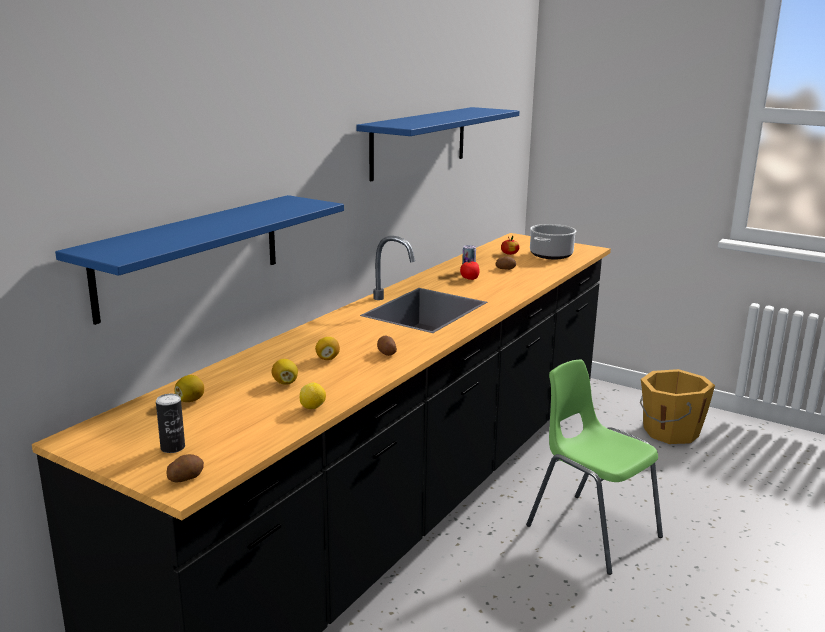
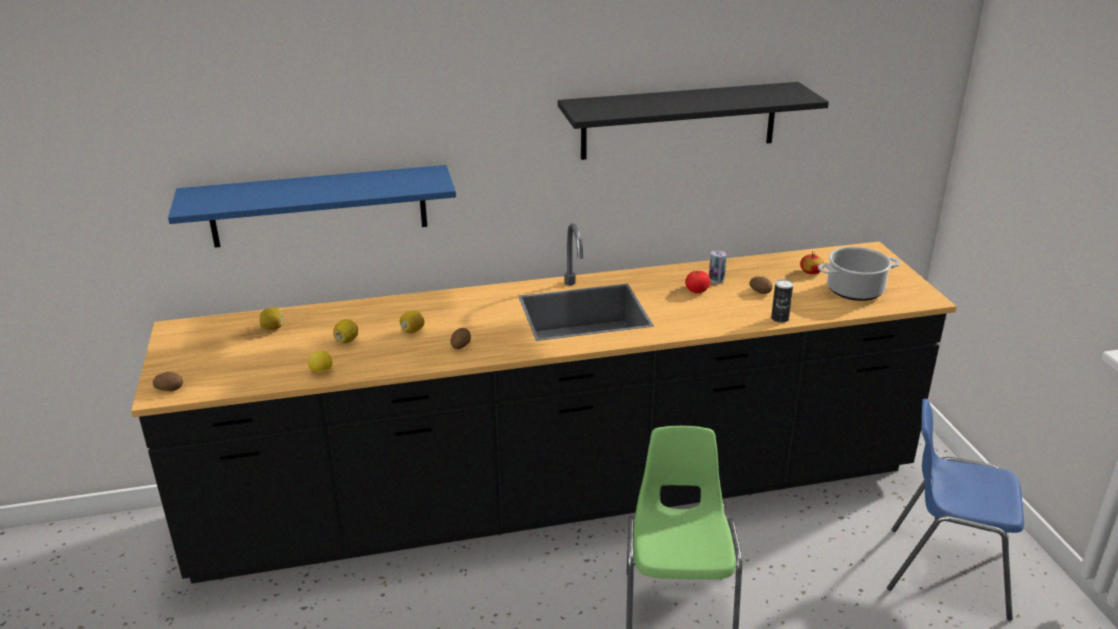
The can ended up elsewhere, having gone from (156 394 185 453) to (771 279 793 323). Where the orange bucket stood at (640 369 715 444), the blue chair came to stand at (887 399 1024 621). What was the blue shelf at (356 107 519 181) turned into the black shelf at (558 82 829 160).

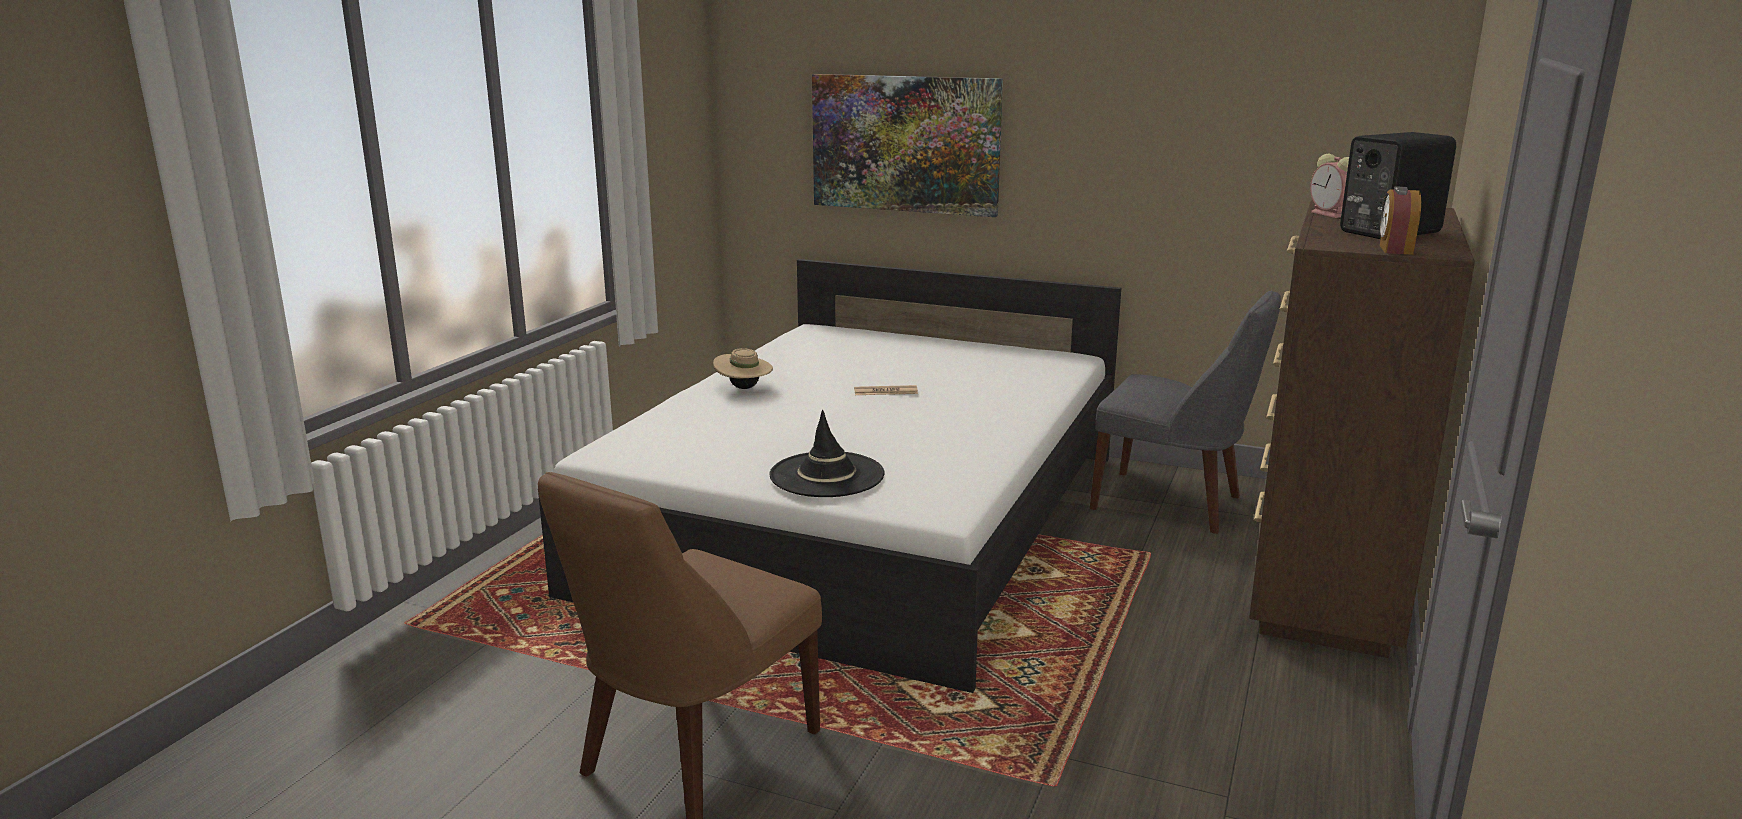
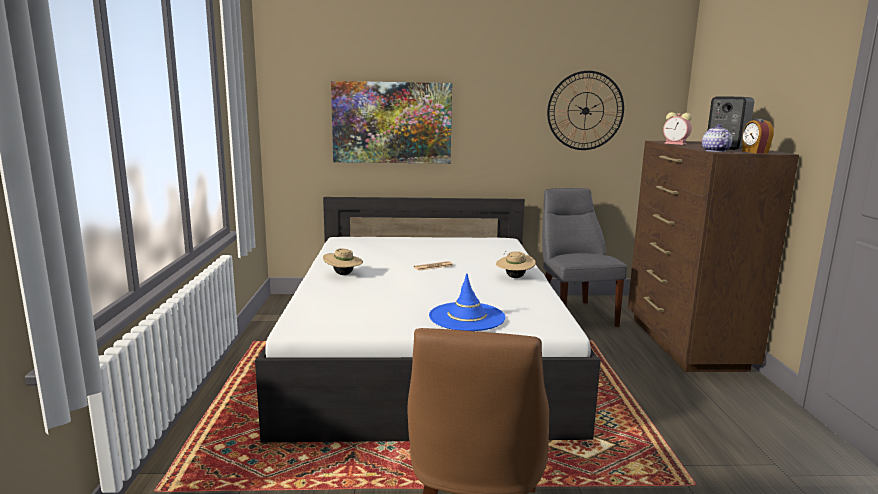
The second view gained the beige hat at (496 251 536 278). The second view gained the wall clock at (547 71 624 150). The second view gained the teapot at (702 124 732 152). What was the black hat at (769 410 885 497) turned into the blue hat at (429 273 506 331). The grey chair at (1090 291 1281 534) ended up facing another way, 105 degrees counterclockwise from before.

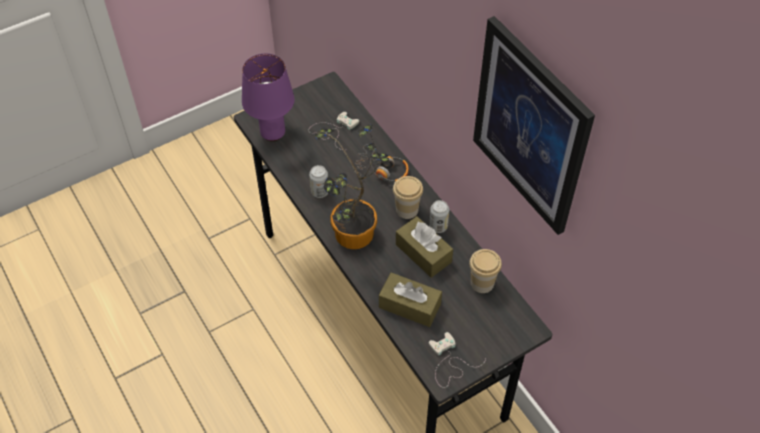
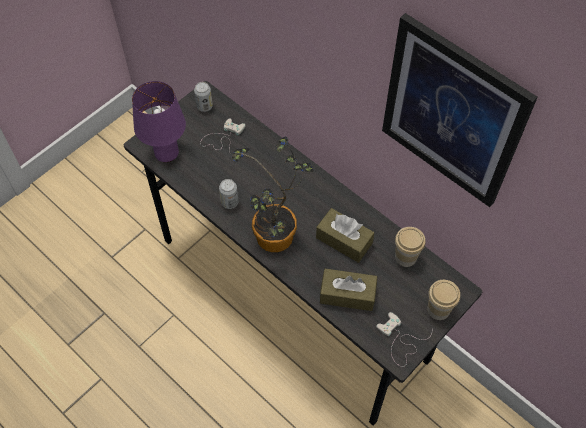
The second view lost the headphones at (355 144 409 183). The cup ended up elsewhere, having gone from (393 176 423 219) to (427 280 460 320). The can ended up elsewhere, having gone from (429 200 449 233) to (194 82 213 112).

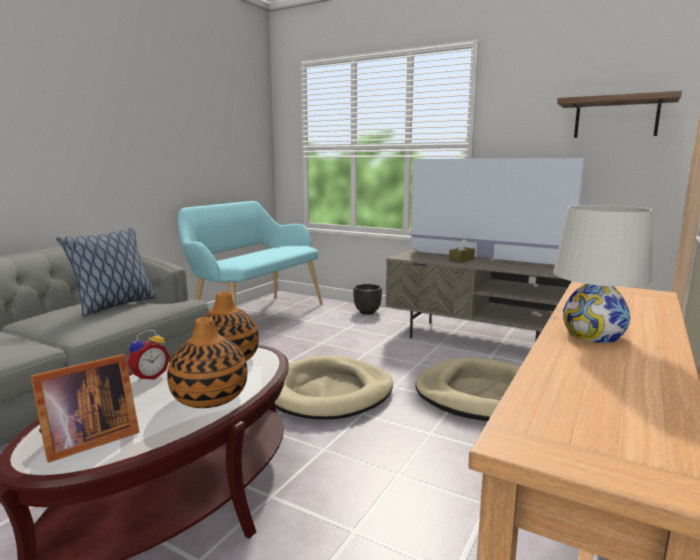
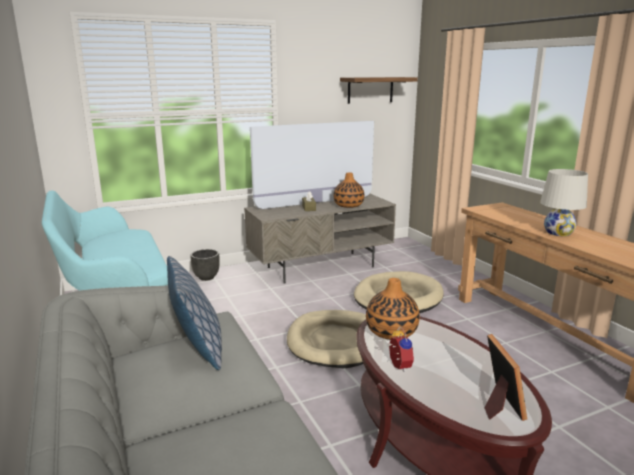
The vase ended up elsewhere, having gone from (167 317 247 408) to (334 172 364 208).

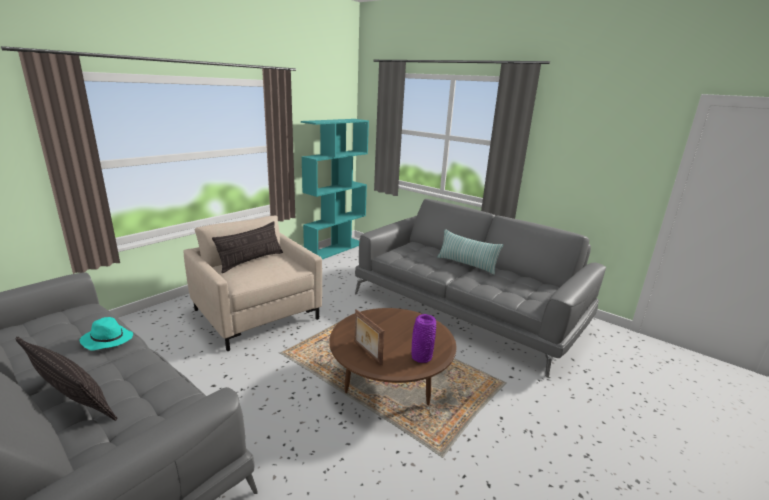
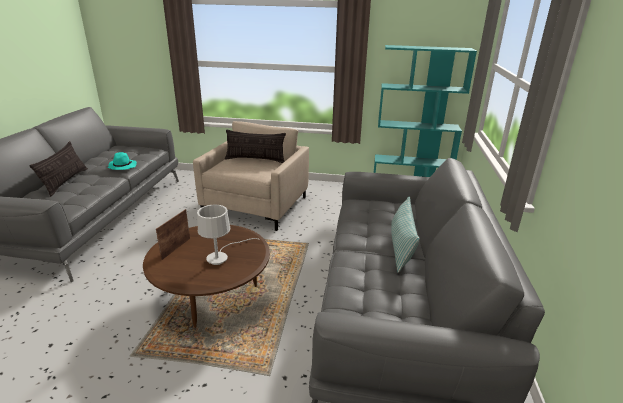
The second view lost the purple vase at (411 314 436 363). The second view gained the white table lamp at (197 205 259 265).

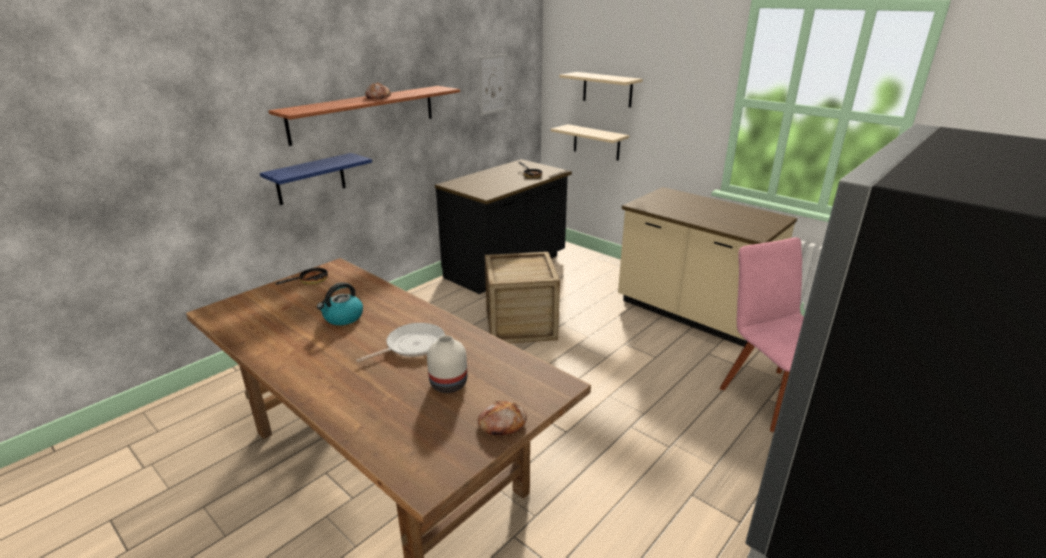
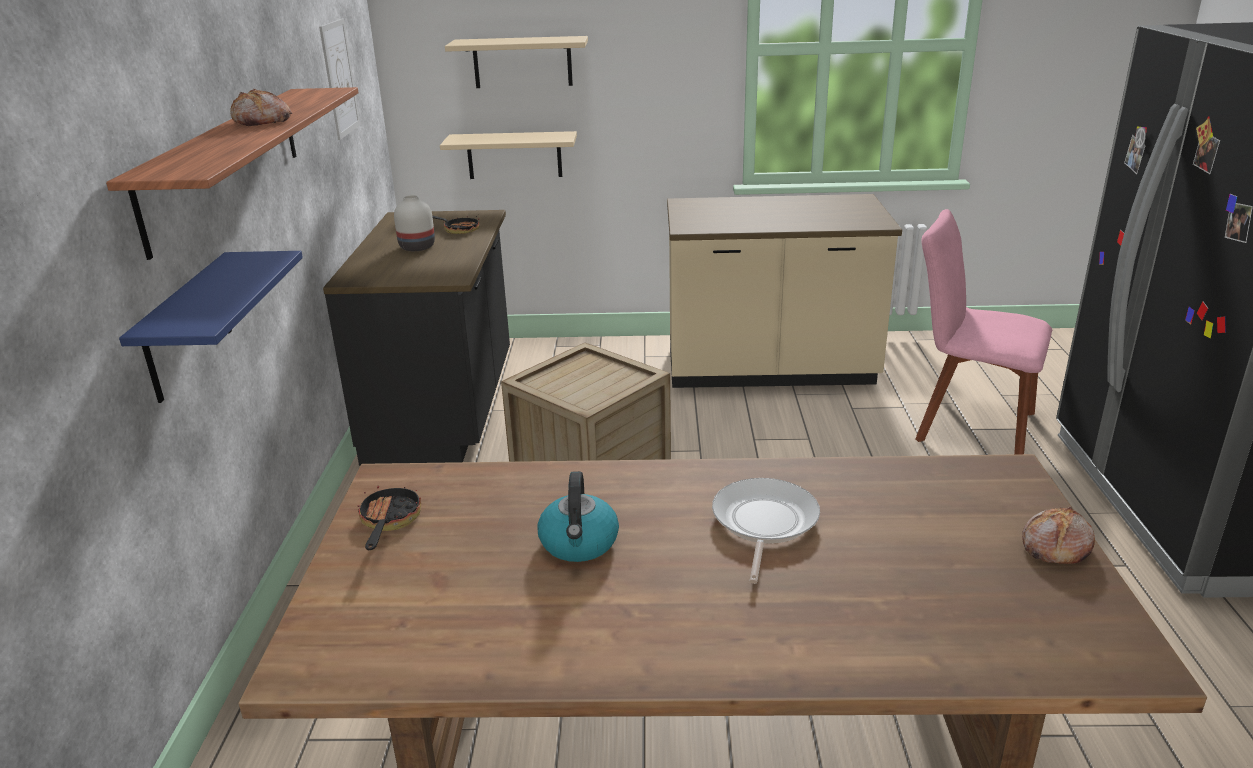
The white vase ended up elsewhere, having gone from (427 335 467 393) to (394 195 435 251).

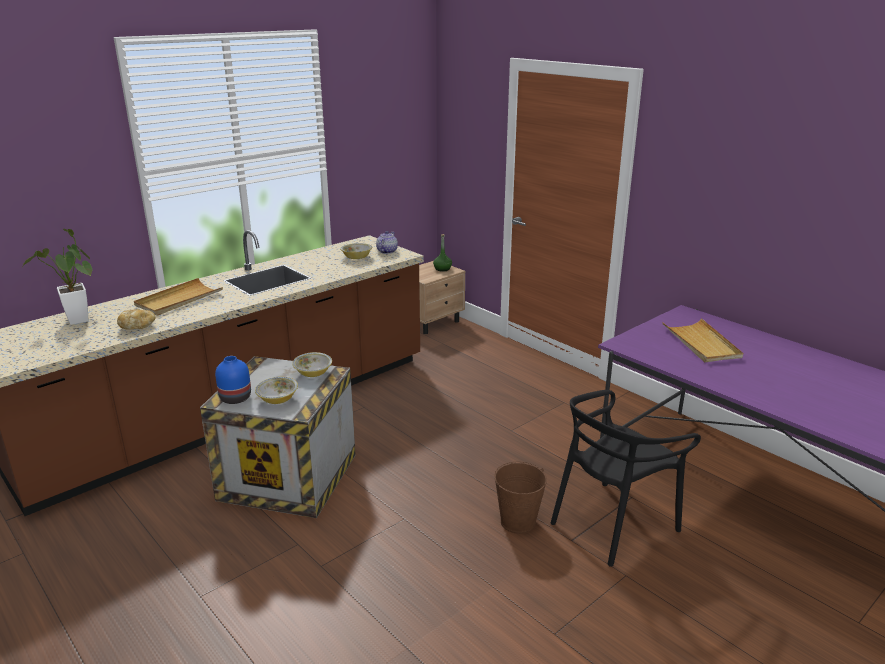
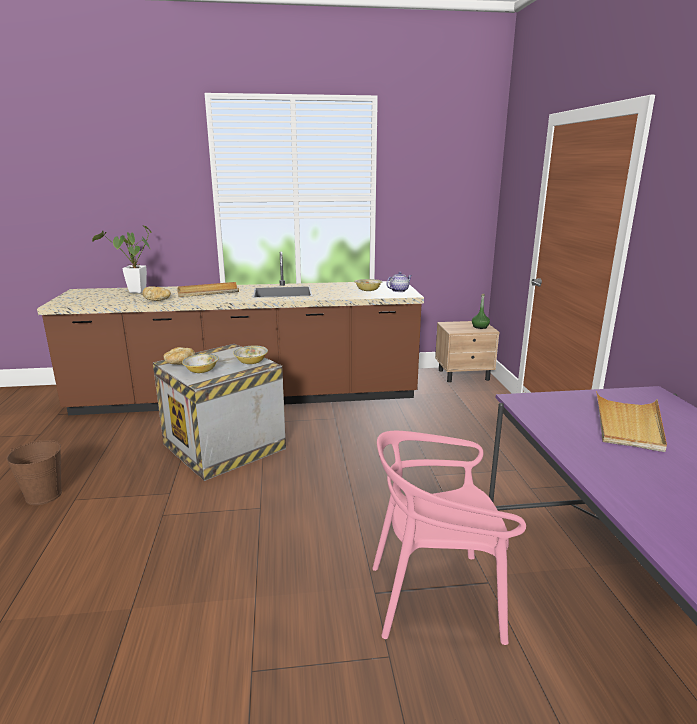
The brown bucket ended up elsewhere, having gone from (494 462 547 534) to (6 440 62 505). Where the blue vase stood at (215 356 251 404), the bread came to stand at (163 347 195 365). What was the black chair at (551 390 701 567) turned into the pink chair at (372 431 526 645).

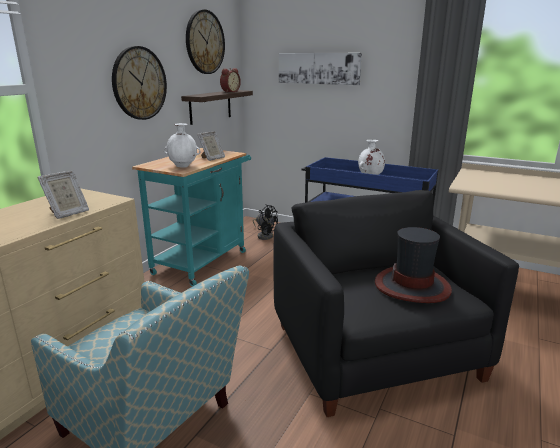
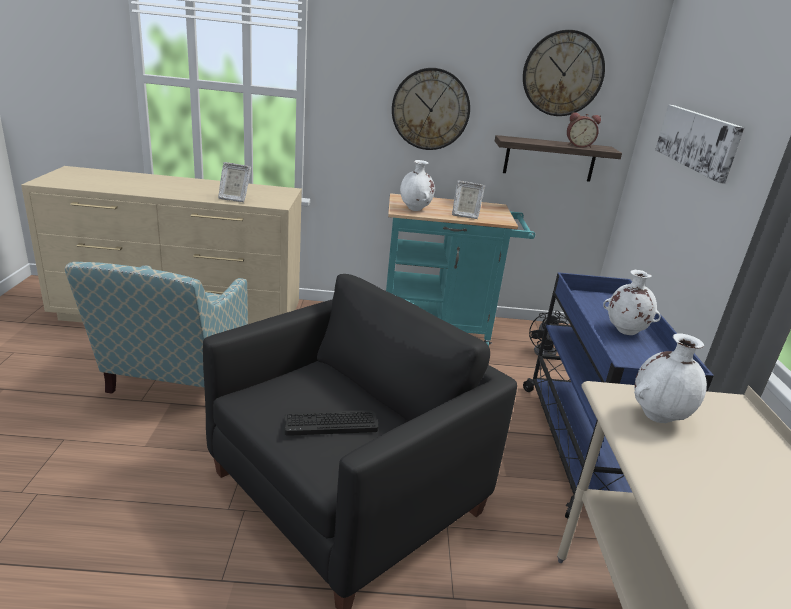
The second view gained the white vase at (634 333 707 423). Where the hat stood at (375 227 452 303), the keyboard came to stand at (285 410 378 436).

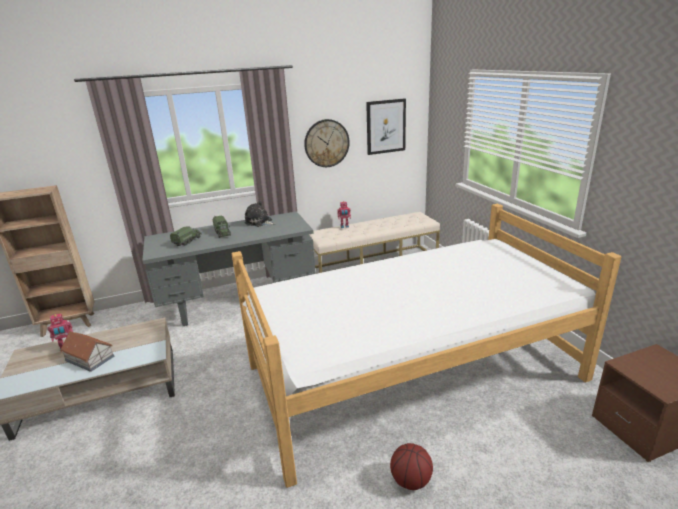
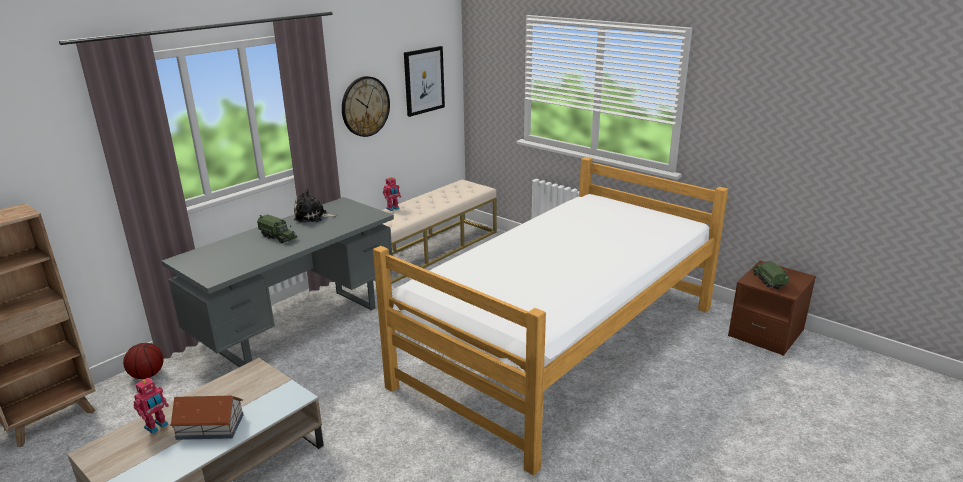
The toy truck ended up elsewhere, having gone from (170 226 202 247) to (752 261 789 289). The basketball ended up elsewhere, having gone from (390 443 433 490) to (123 343 164 379).

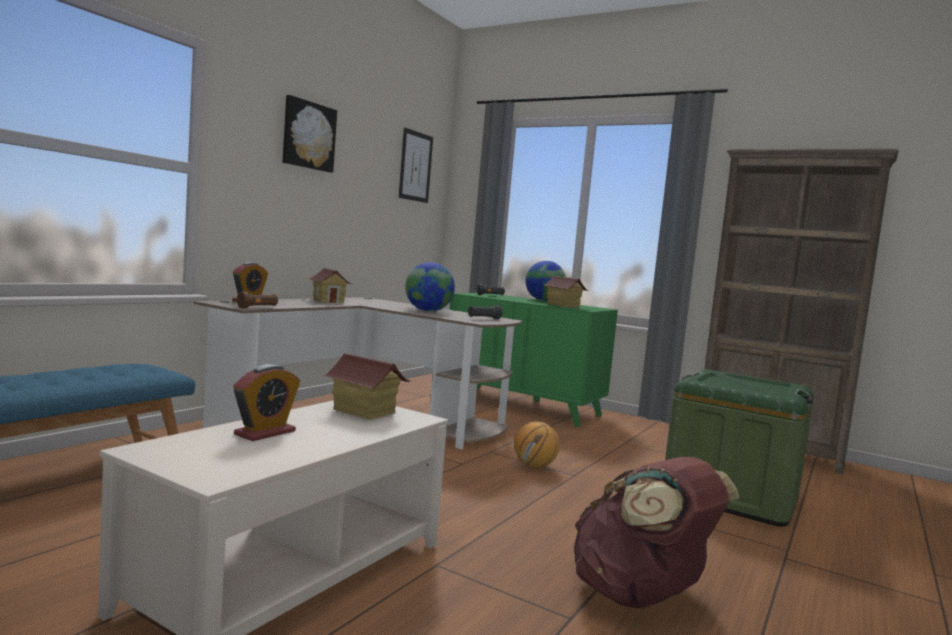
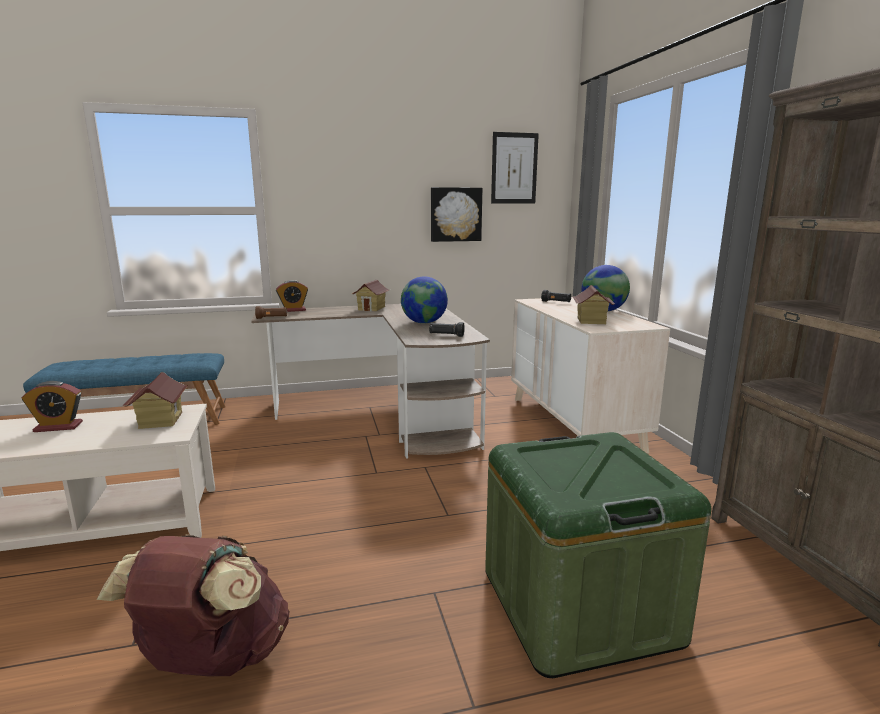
The second view lost the basketball at (514 422 560 468). The picture ended up elsewhere, having gone from (282 95 337 173) to (431 187 482 242). What was the green dresser at (449 293 618 427) turned into the beige dresser at (511 297 670 454).

